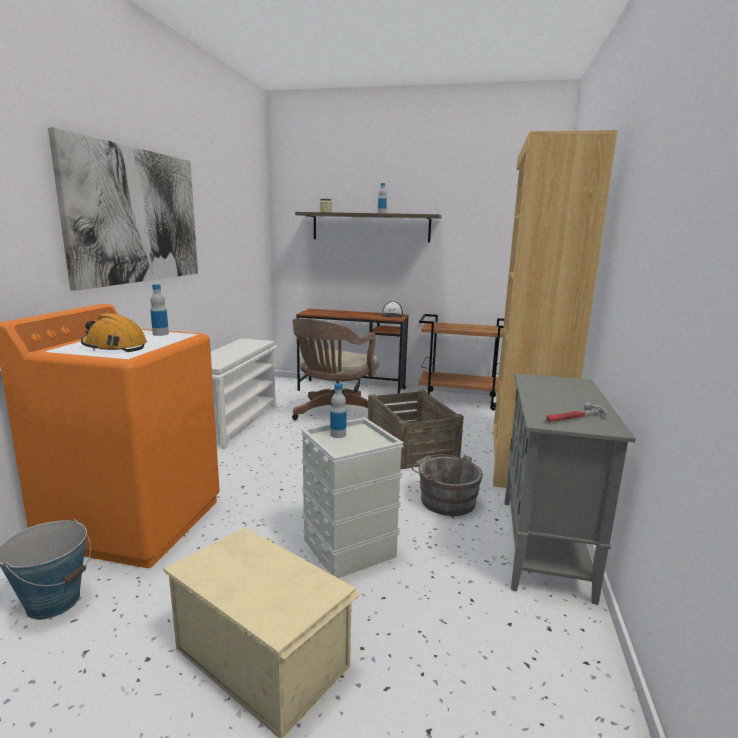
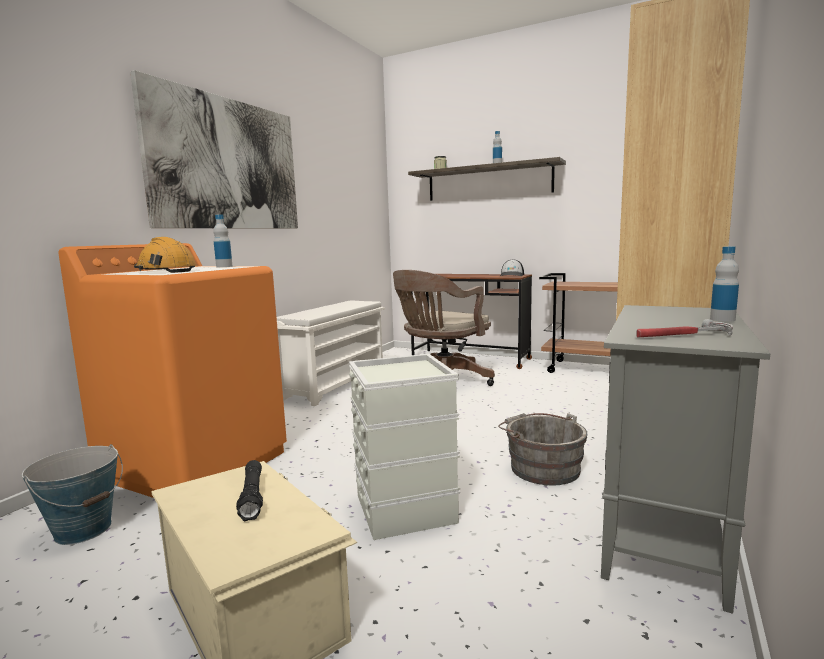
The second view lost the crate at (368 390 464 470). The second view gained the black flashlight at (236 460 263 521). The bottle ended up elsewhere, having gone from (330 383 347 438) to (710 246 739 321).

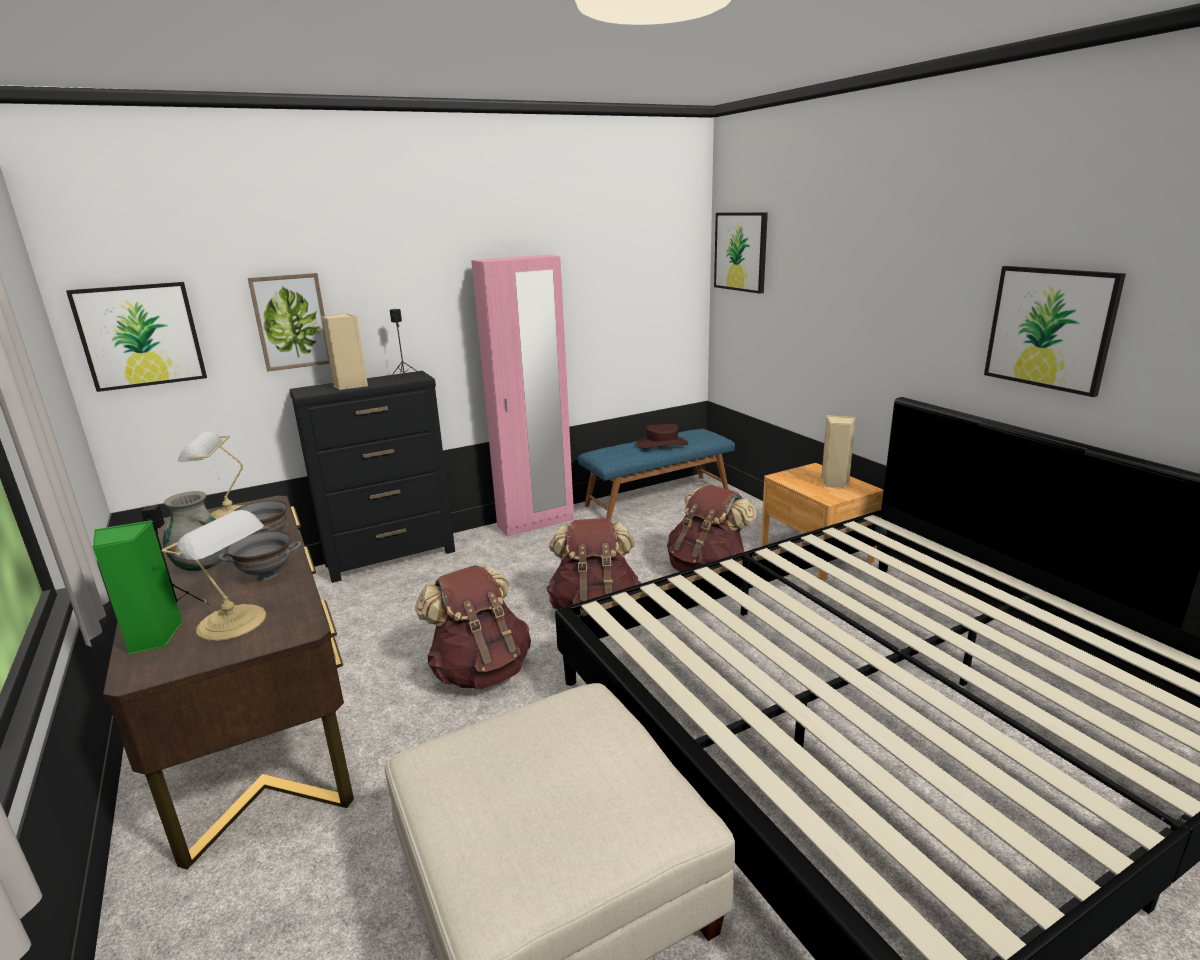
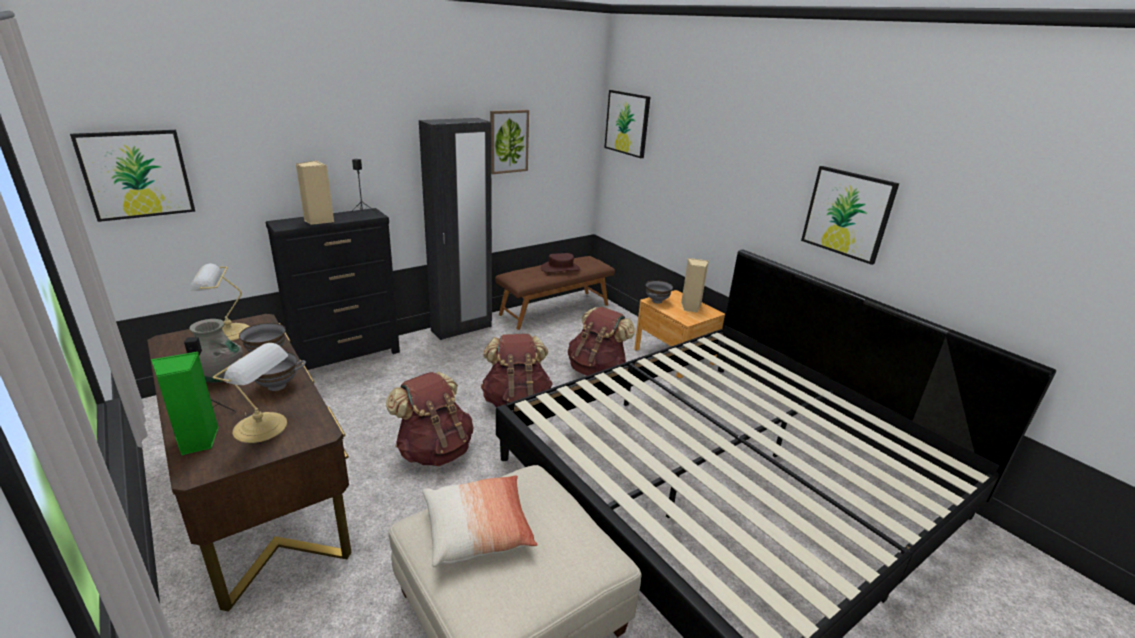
The second view gained the pillow at (423 475 538 567). The second view gained the grey bowl at (645 280 673 304). The picture ended up elsewhere, having gone from (248 273 330 372) to (490 110 529 174). What was the pink wardrobe at (471 255 574 537) turned into the black wardrobe at (419 118 492 340). What was the blue bench at (578 429 735 520) turned into the brown bench at (495 256 615 330).

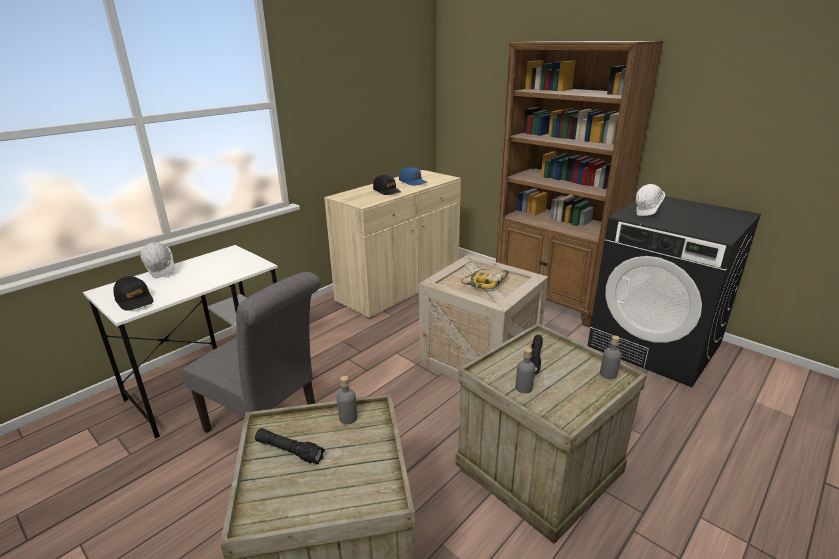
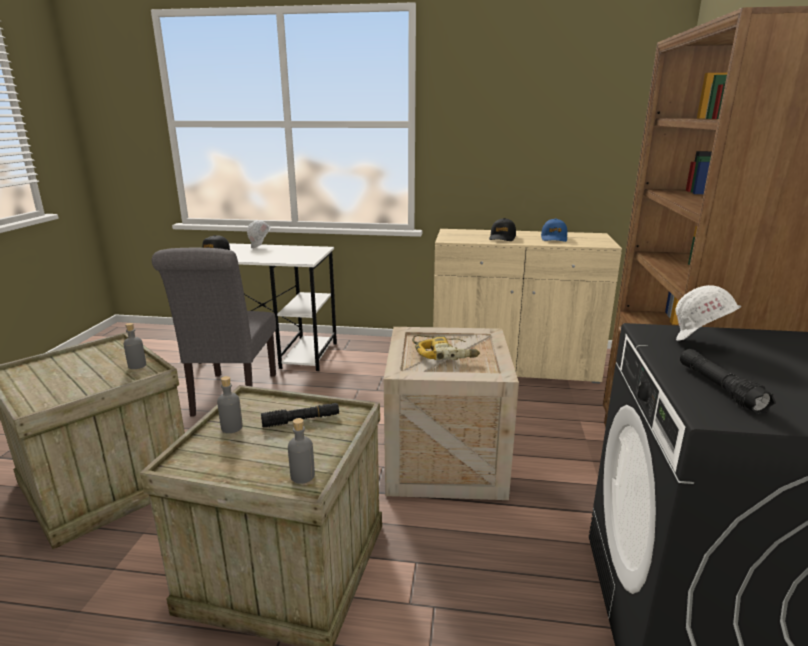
The black flashlight ended up elsewhere, having gone from (255 428 325 464) to (680 349 776 414).

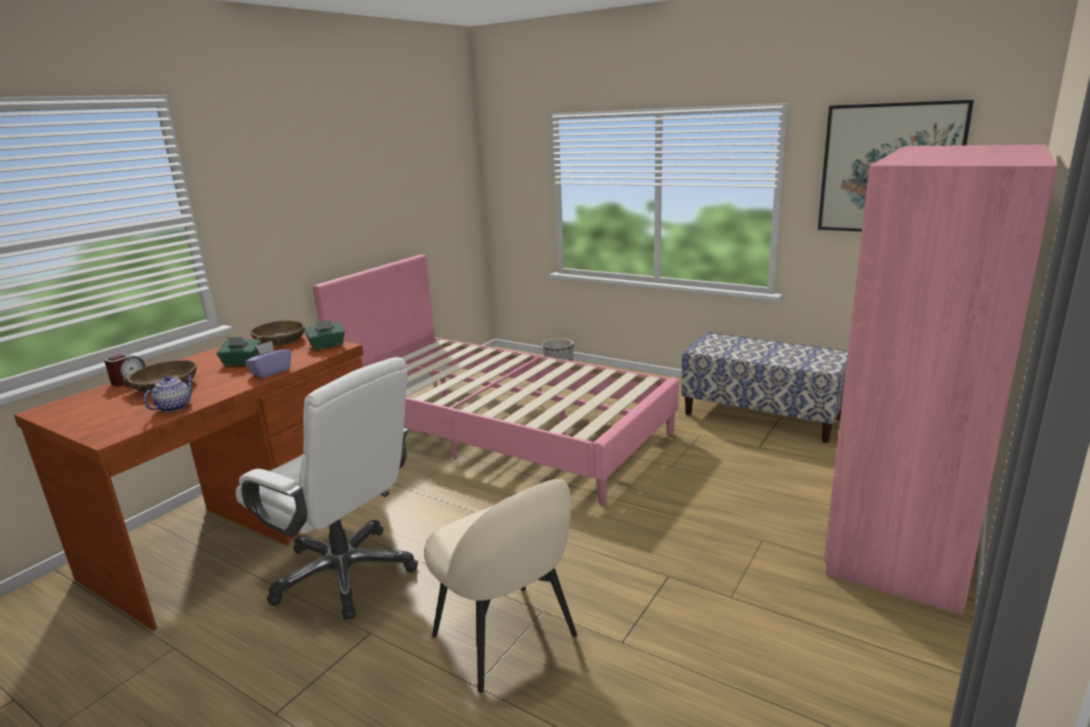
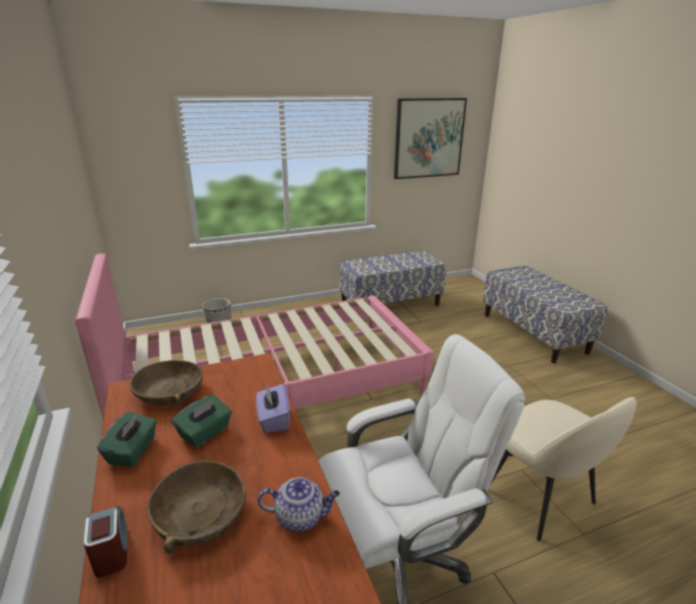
The green tissue box ended up elsewhere, having gone from (304 320 345 350) to (97 412 157 467). Where the pink wardrobe stood at (824 144 1057 615), the bench came to stand at (483 266 607 363). The teapot at (143 375 193 412) ended up facing another way, 120 degrees clockwise from before. The beige chair at (424 479 577 693) ended up facing another way, 60 degrees clockwise from before.

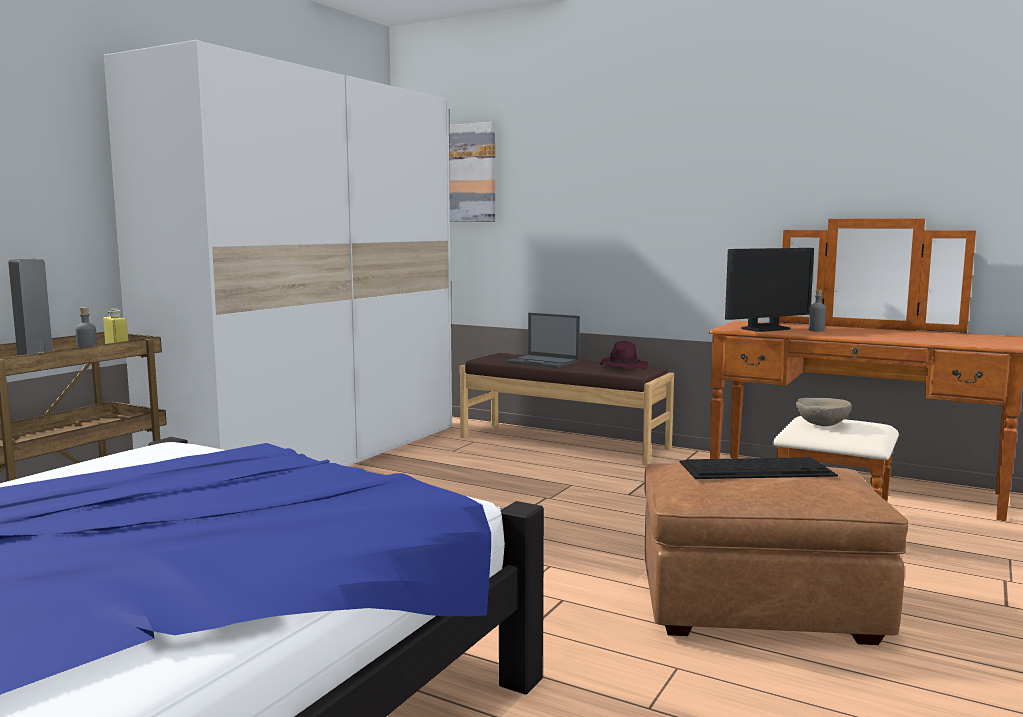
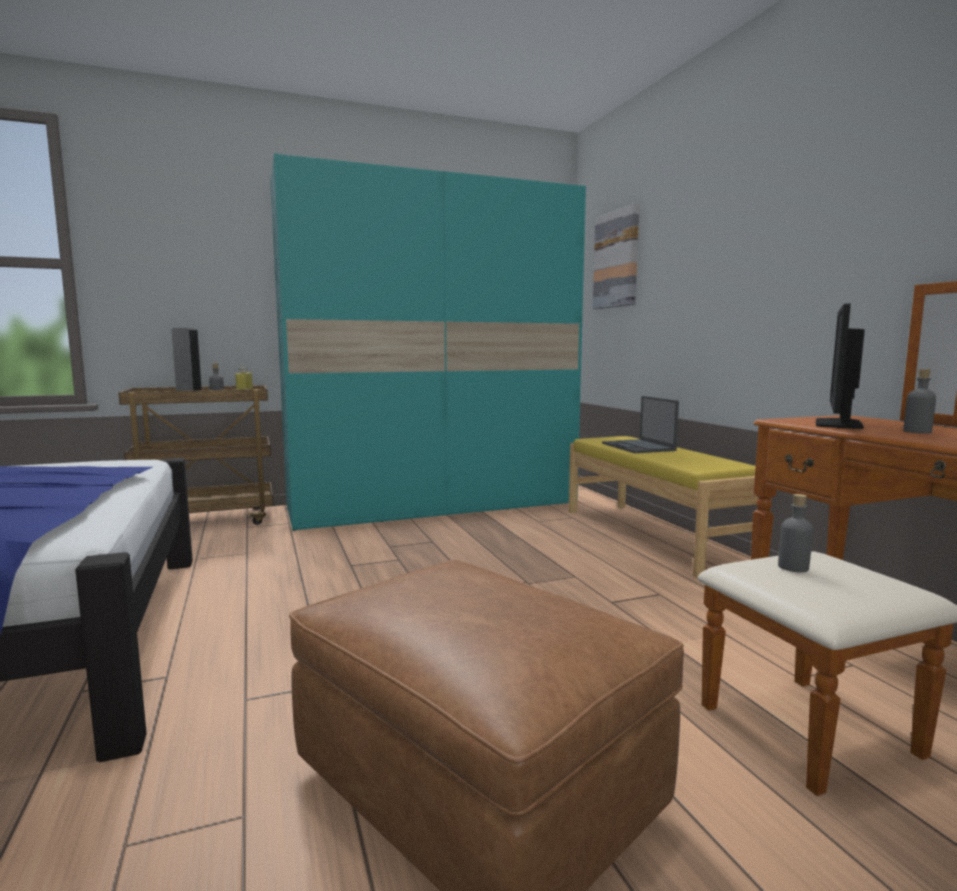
The second view lost the purple hat at (600 341 648 369). The second view lost the keyboard at (679 457 838 479). Where the beige bowl stood at (796 398 851 426), the grey bottle came to stand at (778 494 813 573). What was the white wardrobe at (104 40 452 466) turned into the turquoise wardrobe at (270 153 586 531). What was the brown bench at (460 353 674 465) turned into the yellow bench at (569 436 758 578). The monitor at (725 248 814 332) ended up facing another way, 105 degrees clockwise from before.

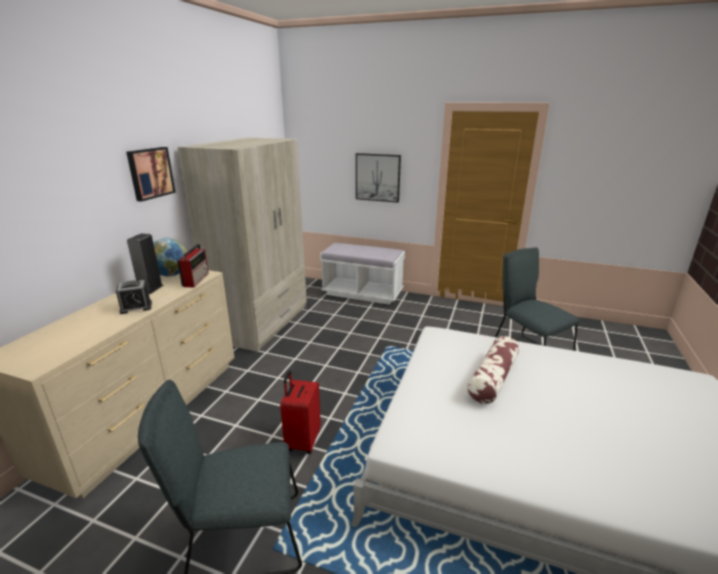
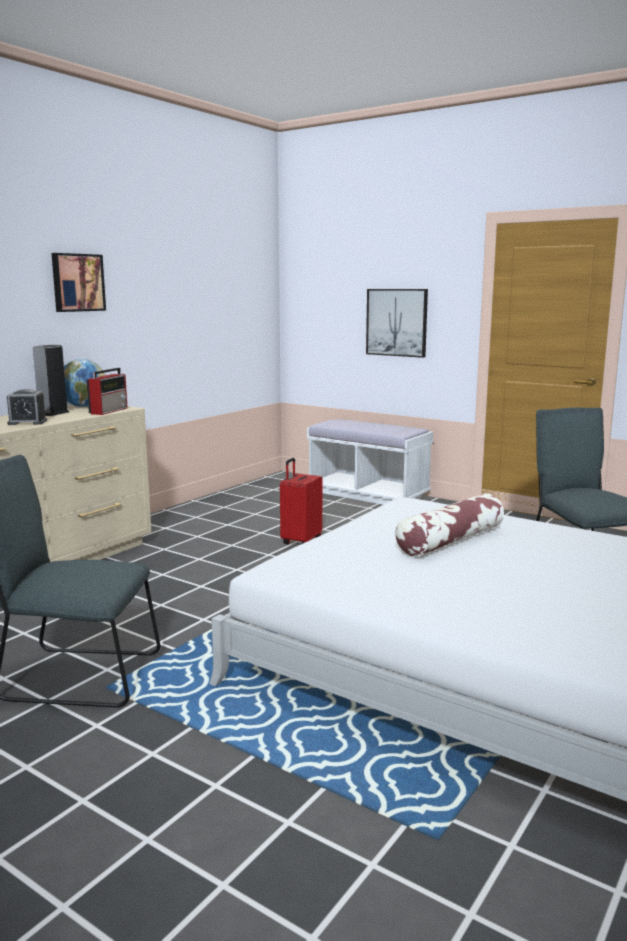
The second view lost the beige wardrobe at (177 137 307 352). The red suitcase ended up elsewhere, having gone from (280 371 321 454) to (280 458 323 544).

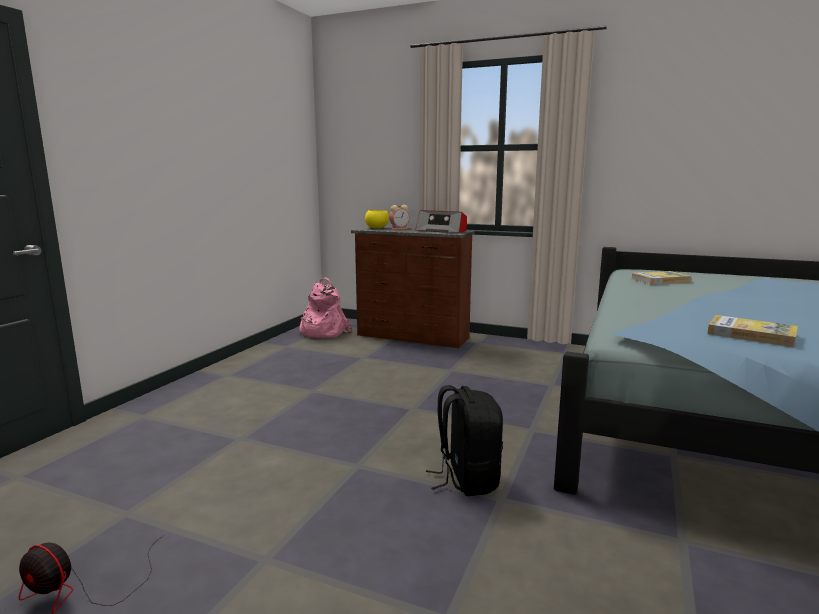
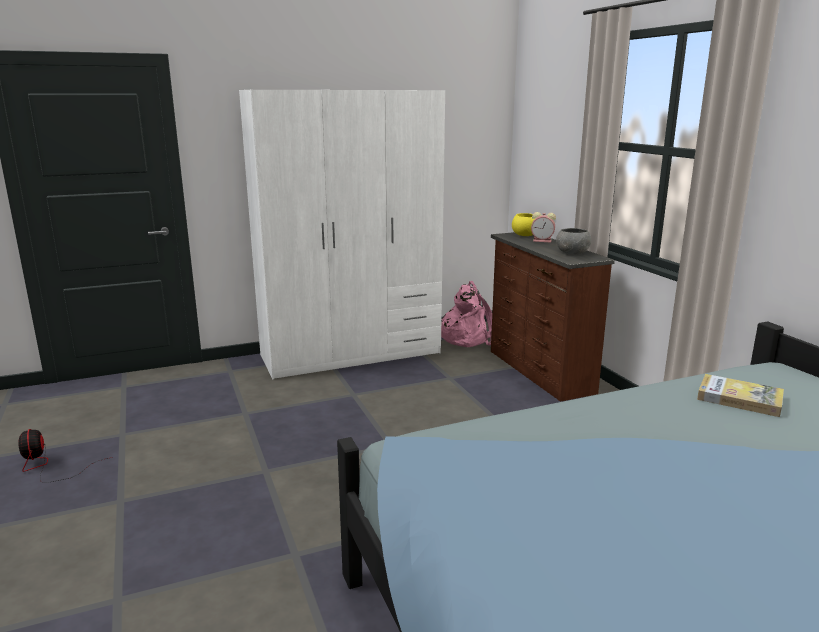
The second view lost the black backpack at (426 385 503 496). The second view lost the book at (707 315 798 347). The second view gained the white wardrobe at (239 90 445 379). Where the radio stood at (415 210 467 233), the grey bowl came to stand at (556 228 591 254).

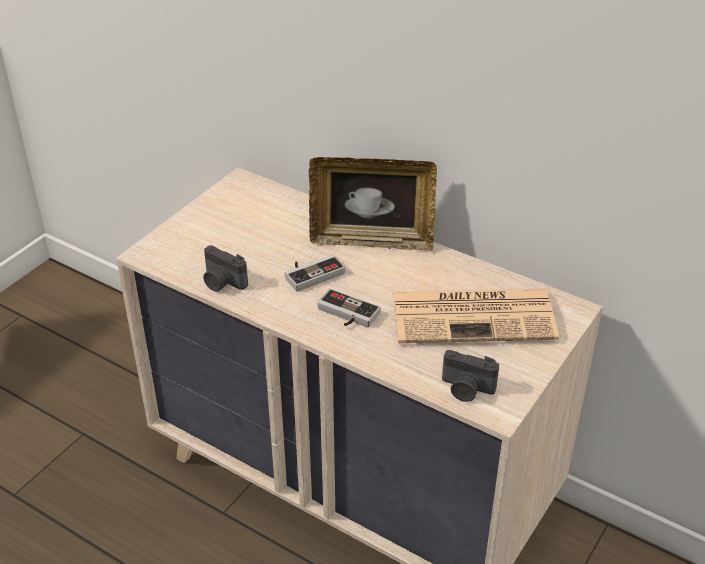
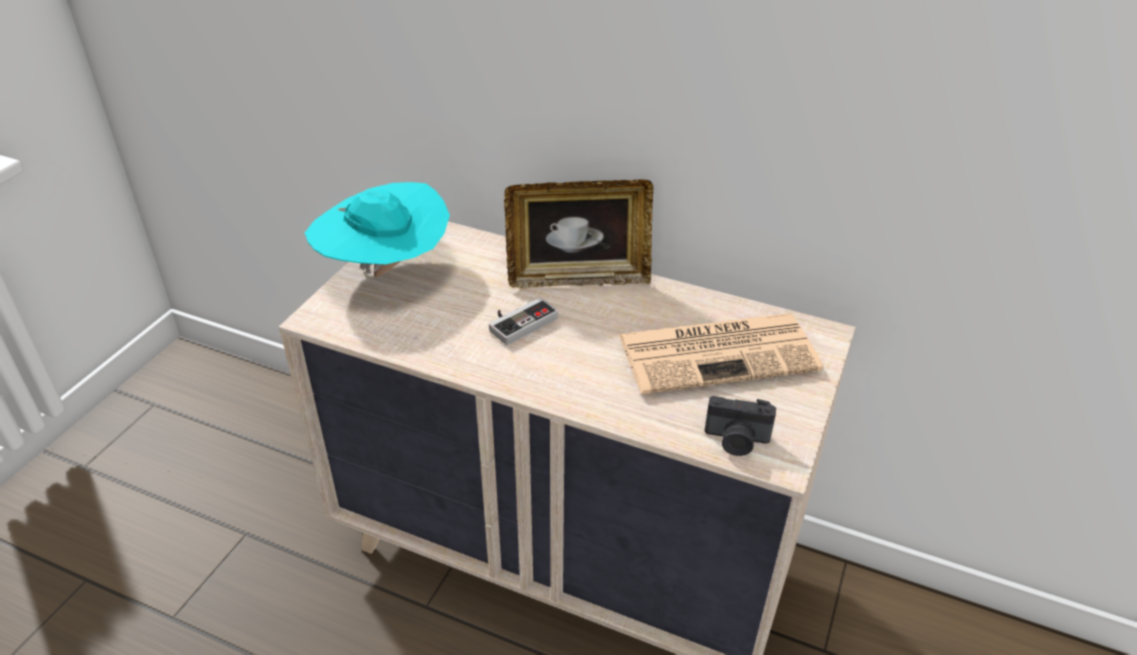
The second view lost the photo camera at (203 245 248 292). The second view lost the game controller at (317 288 381 328). The second view gained the turquoise hat at (305 182 450 277).

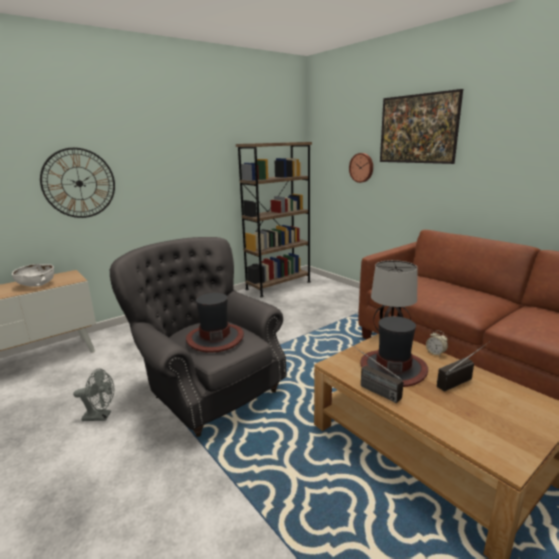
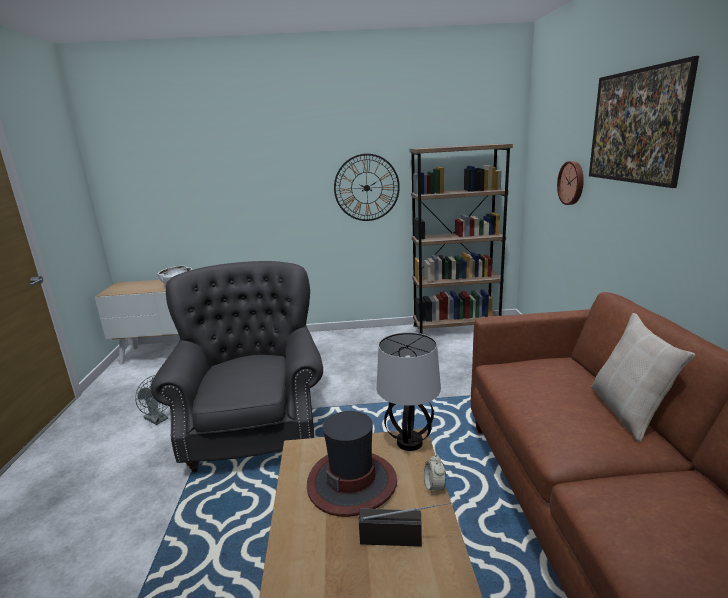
The second view lost the hat at (186 293 244 353). The second view lost the radio at (349 343 404 403). The second view gained the beige pillow at (591 313 695 442). The wall clock ended up elsewhere, having gone from (40 148 115 218) to (334 154 400 221).

